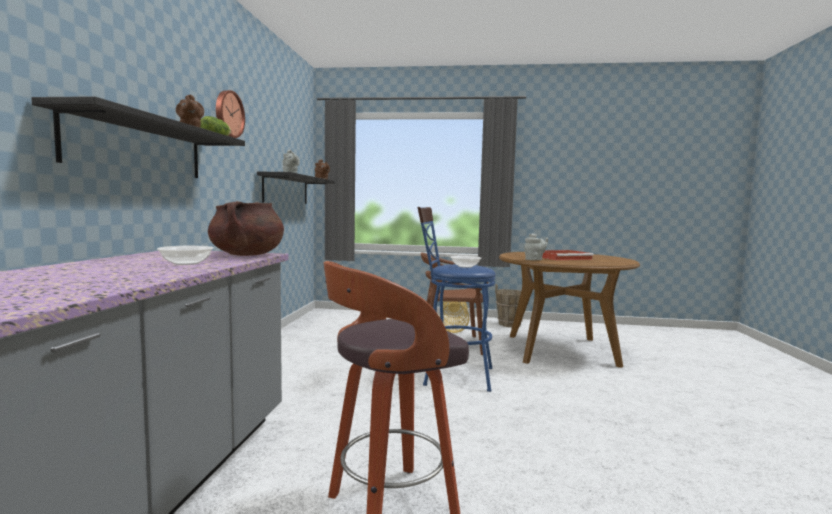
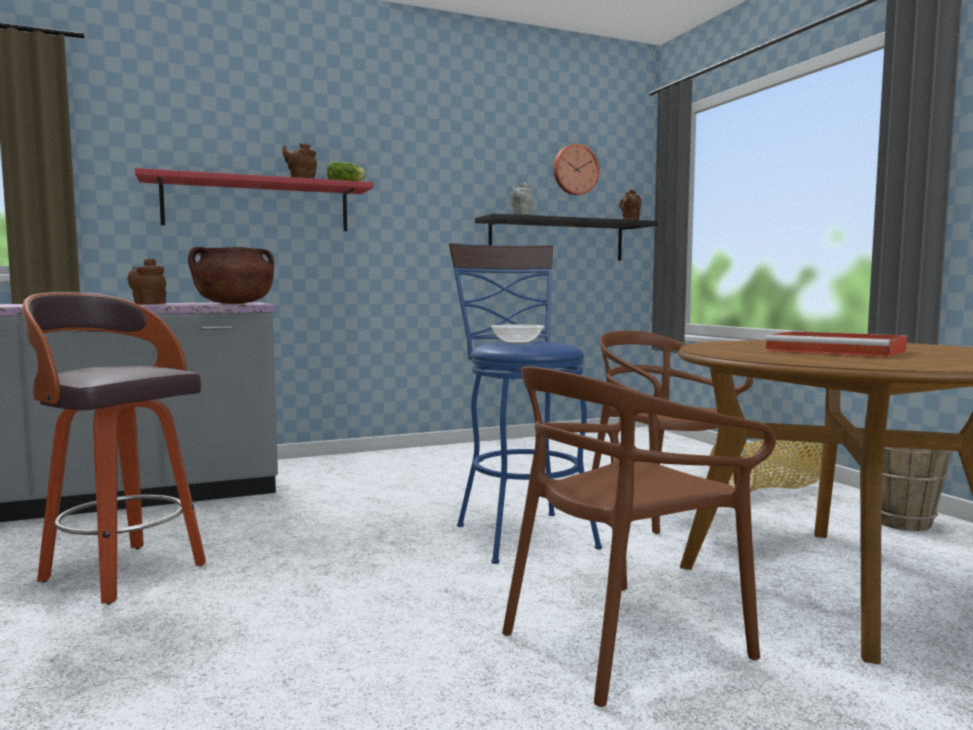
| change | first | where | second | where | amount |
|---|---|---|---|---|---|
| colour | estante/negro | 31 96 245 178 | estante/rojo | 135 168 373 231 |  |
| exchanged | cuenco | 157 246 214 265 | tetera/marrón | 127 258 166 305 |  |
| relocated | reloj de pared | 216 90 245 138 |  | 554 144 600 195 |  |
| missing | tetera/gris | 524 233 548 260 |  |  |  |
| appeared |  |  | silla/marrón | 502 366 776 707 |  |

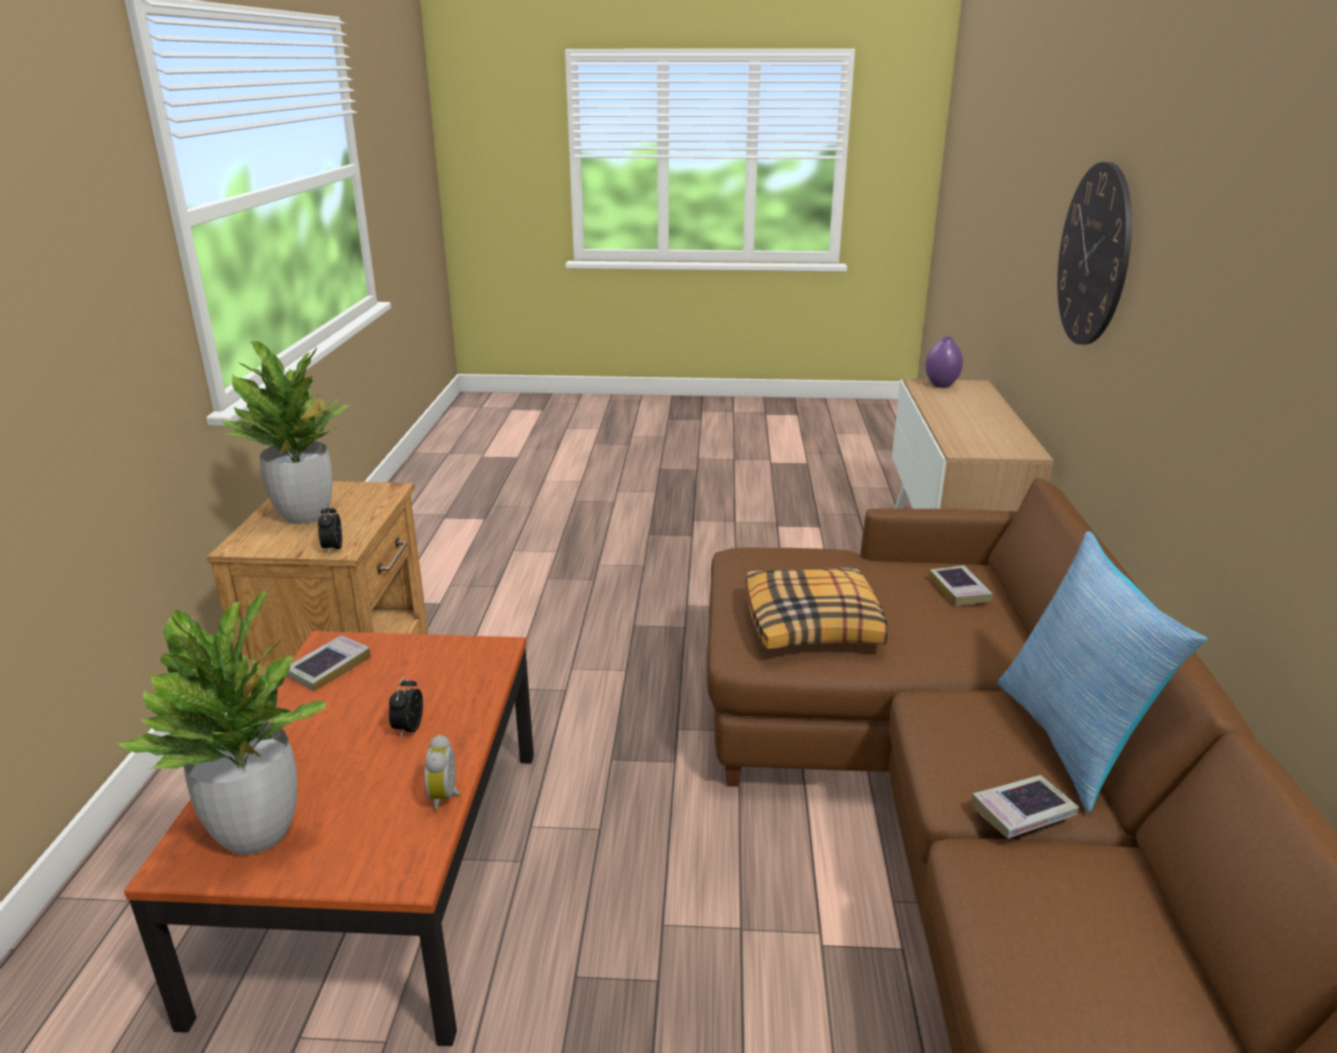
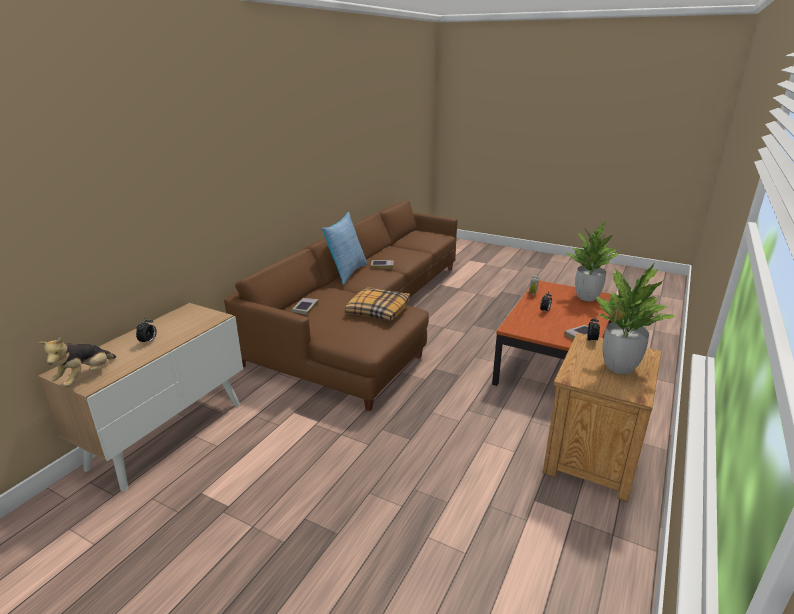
| change | first | where | second | where | amount |
|---|---|---|---|---|---|
| exchanged | florero/morado | 925 336 963 388 | peluche | 39 338 116 387 |  |
| missing | reloj de pared | 1057 162 1132 345 |  |  |  |
| appeared |  |  | despertador | 136 317 157 345 |  |

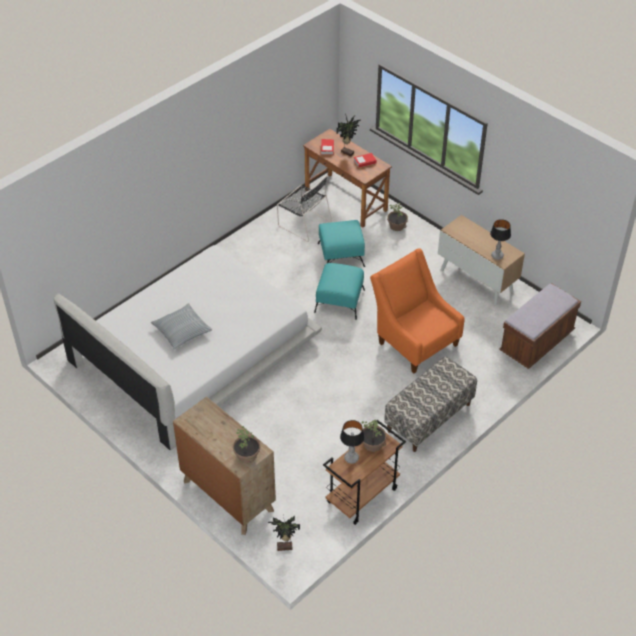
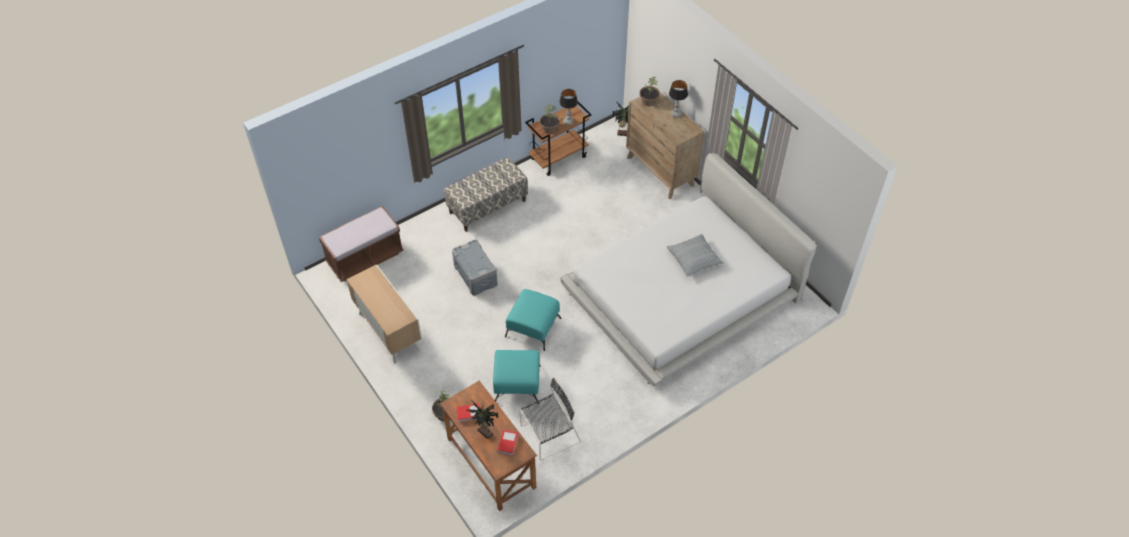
| change | first | where | second | where | amount |
|---|---|---|---|---|---|
| spun | silla/negro | 277 176 332 242 |  | 519 377 581 460 | 105 degrees clockwise |
| exchanged | sillón/naranja | 370 248 464 373 | caja de almacenaje/gris | 452 239 498 296 |  |
| relocated | lámpara de mesa | 490 219 511 260 |  | 669 80 688 118 |  |

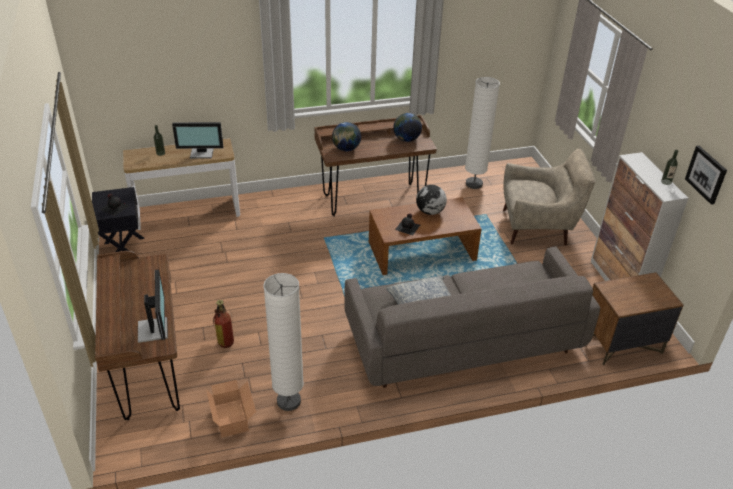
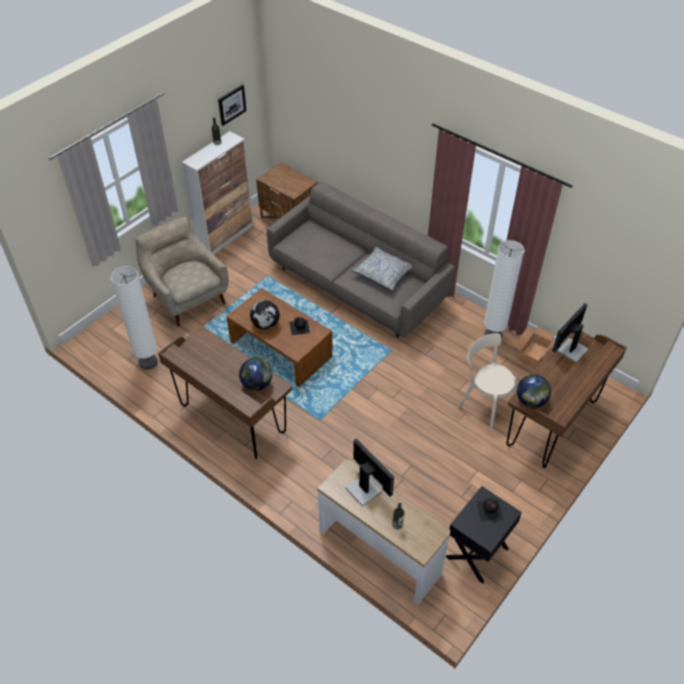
| change | first | where | second | where | amount |
|---|---|---|---|---|---|
| exchanged | extintor | 213 300 234 348 | silla/beis | 457 333 517 430 |  |
| relocated | globo terráqueo | 393 113 422 142 |  | 517 374 551 408 |  |

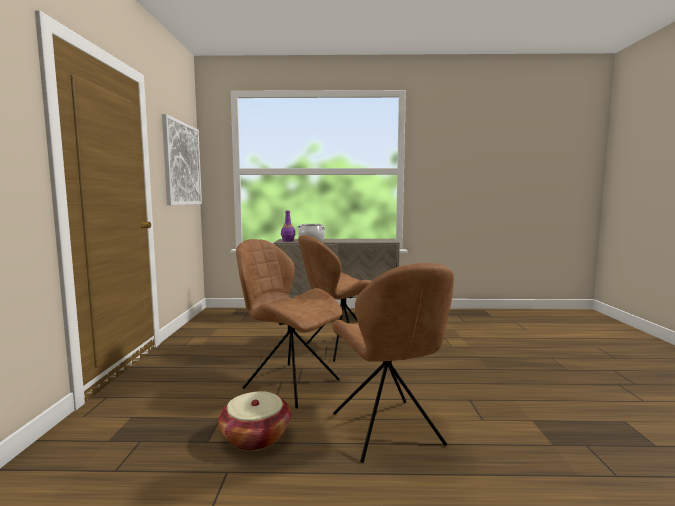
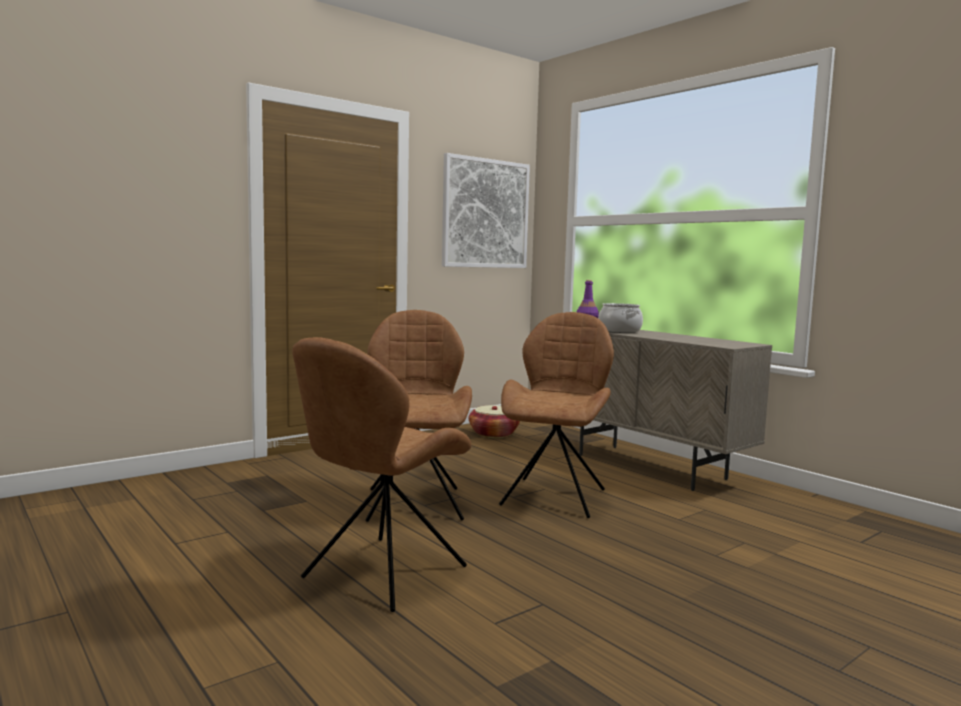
| change | first | where | second | where | amount |
|---|---|---|---|---|---|
| relocated | cesta | 218 391 291 451 |  | 468 405 520 438 |  |
| spun | silla/marrón | 298 235 372 362 |  | 499 312 614 518 | 90 degrees clockwise |

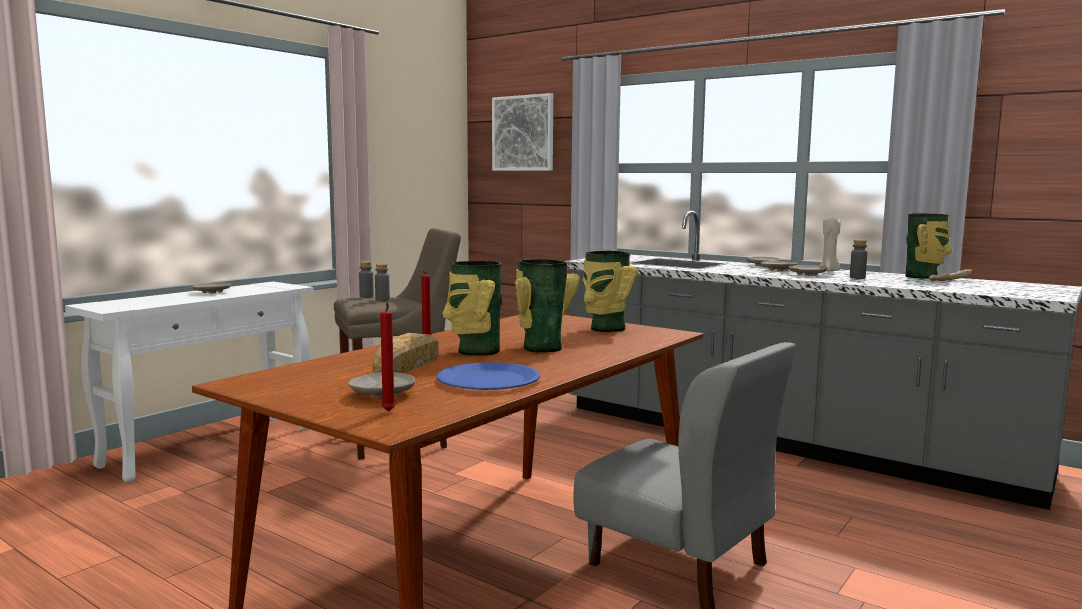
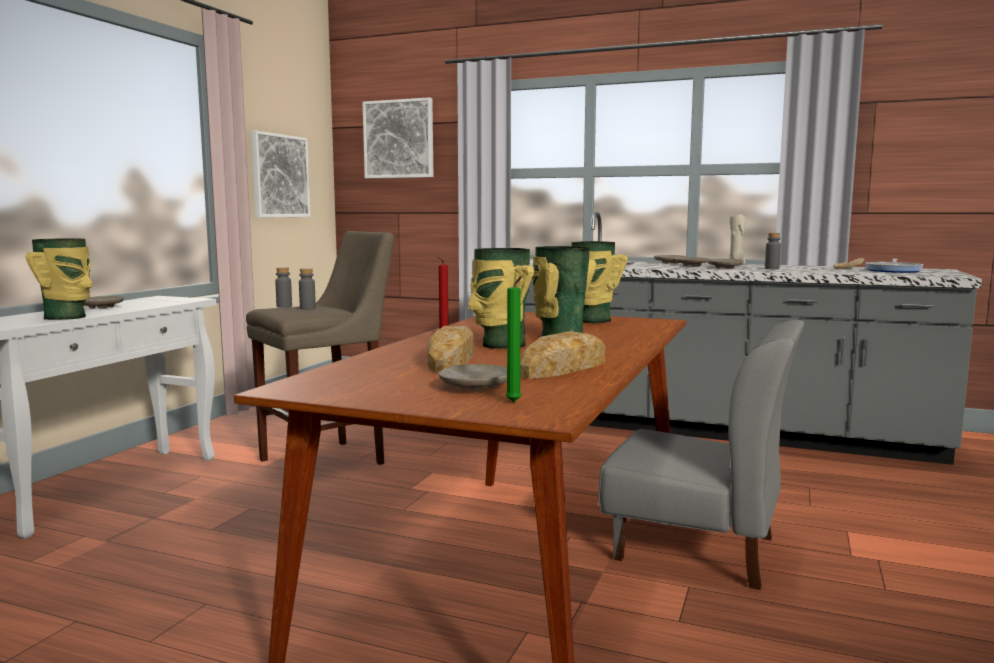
| change | first | where | second | where | amount |
|---|---|---|---|---|---|
| colour | vela/rojo | 380 303 396 411 | vela/verde | 506 276 522 402 |  |
| exchanged | plato/azul | 437 362 540 390 | pan | 520 331 605 379 |  |
| relocated | florero | 905 213 952 279 |  | 25 238 93 320 |  |
| appeared |  |  | cuadro | 251 131 311 218 |  |
| appeared |  |  | sartén | 865 259 923 273 |  |

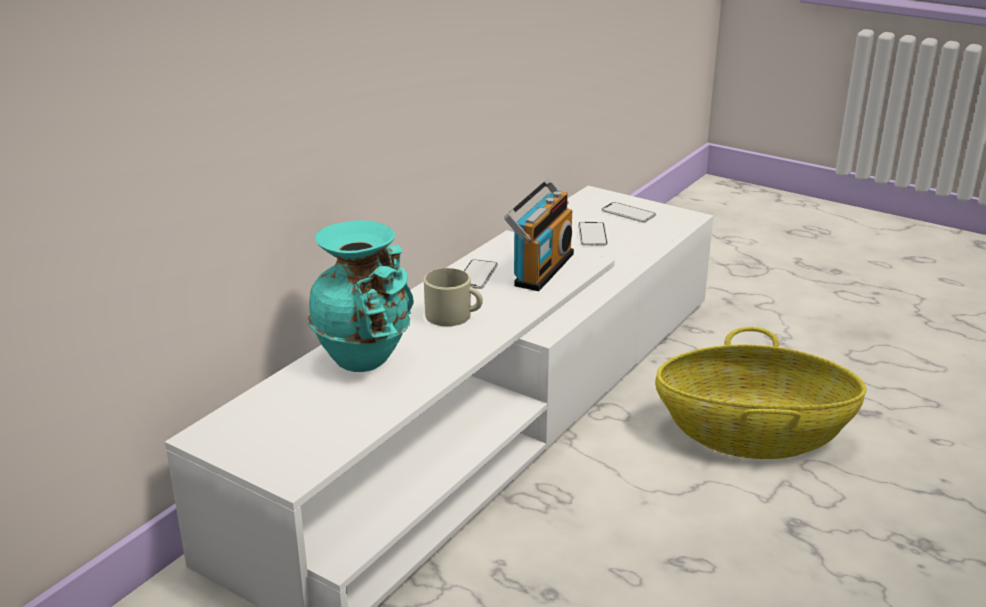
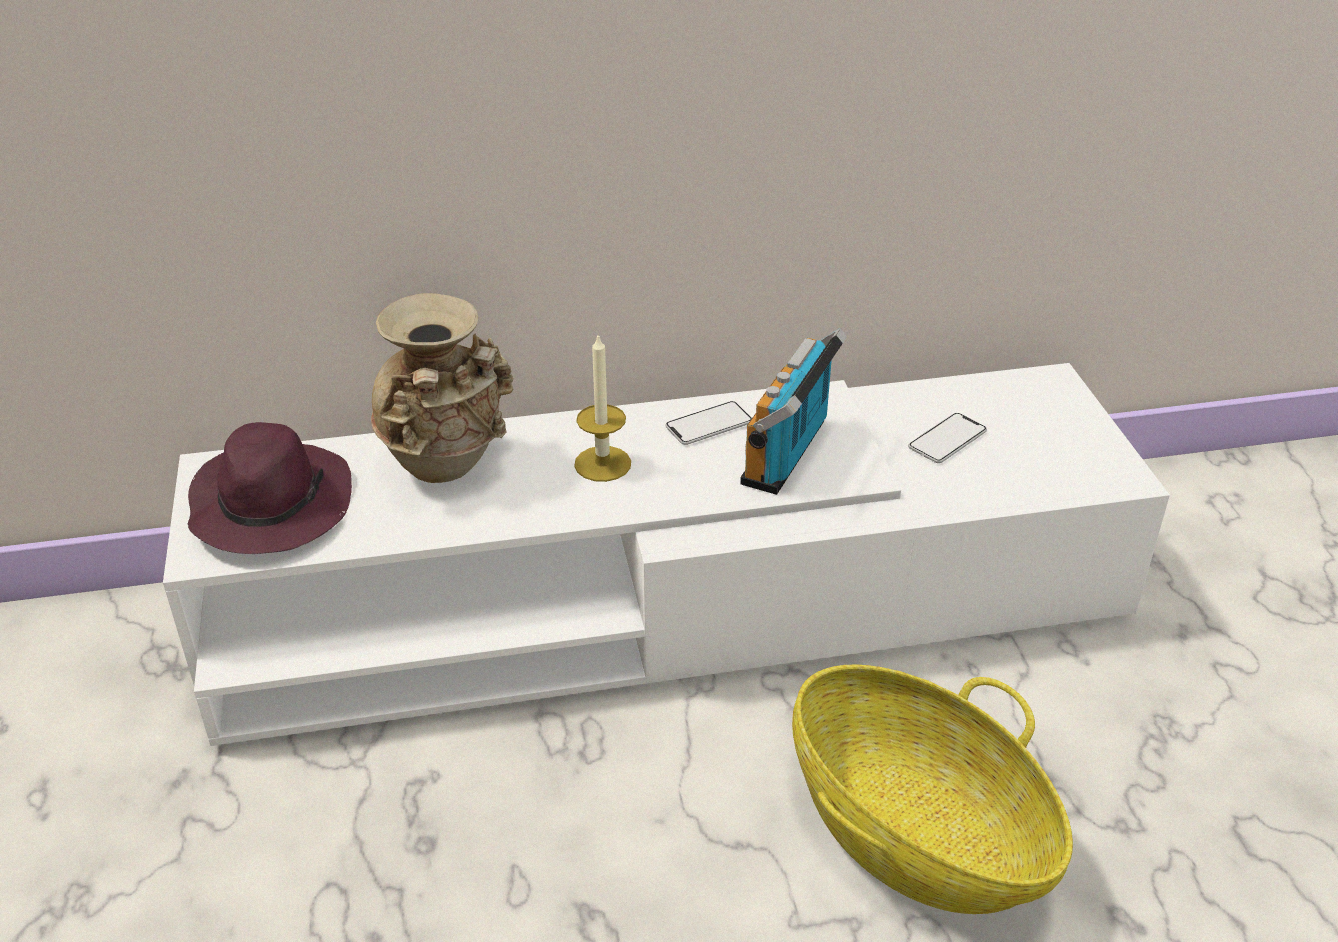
| change | first | where | second | where | amount |
|---|---|---|---|---|---|
| colour | florero/turquesa | 307 220 414 372 | florero/beis | 371 293 514 483 |  |
| exchanged | taza grande/beis | 424 268 483 326 | vela | 574 333 631 482 |  |
| spun | radio | 504 179 574 291 |  | 740 328 847 495 | 135 degrees clockwise |
| missing | móvil | 601 202 656 222 |  |  |  |
| appeared |  |  | sombrero/morado | 188 422 352 554 |  |

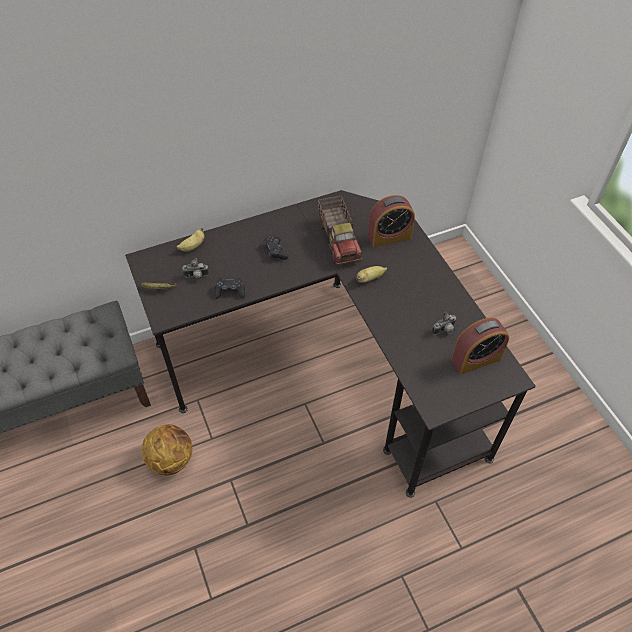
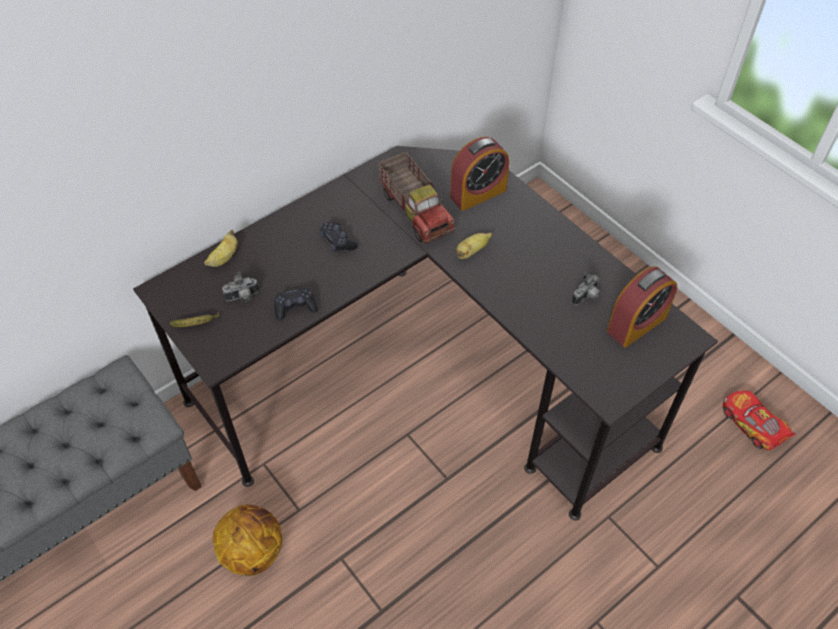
| change | first | where | second | where | amount |
|---|---|---|---|---|---|
| appeared |  |  | coche de juguete | 723 390 796 450 |  |

